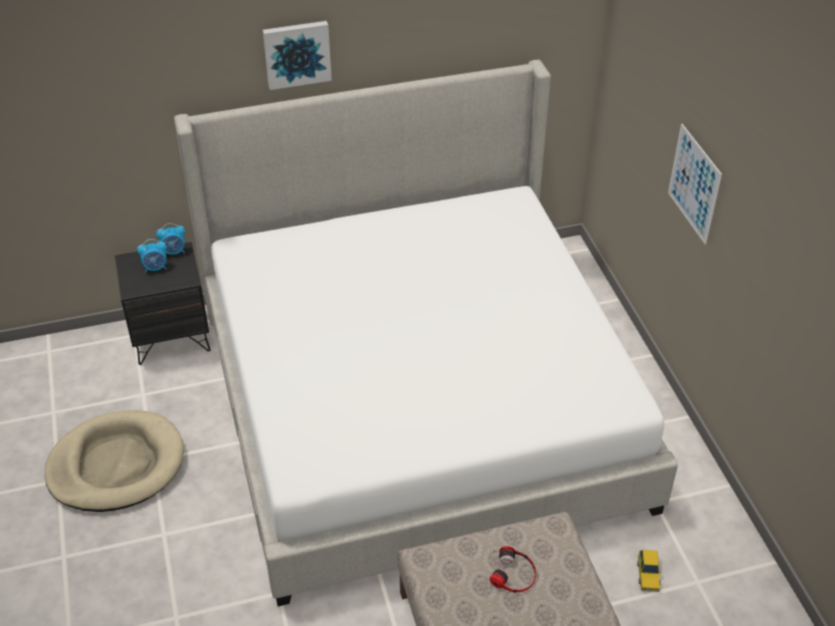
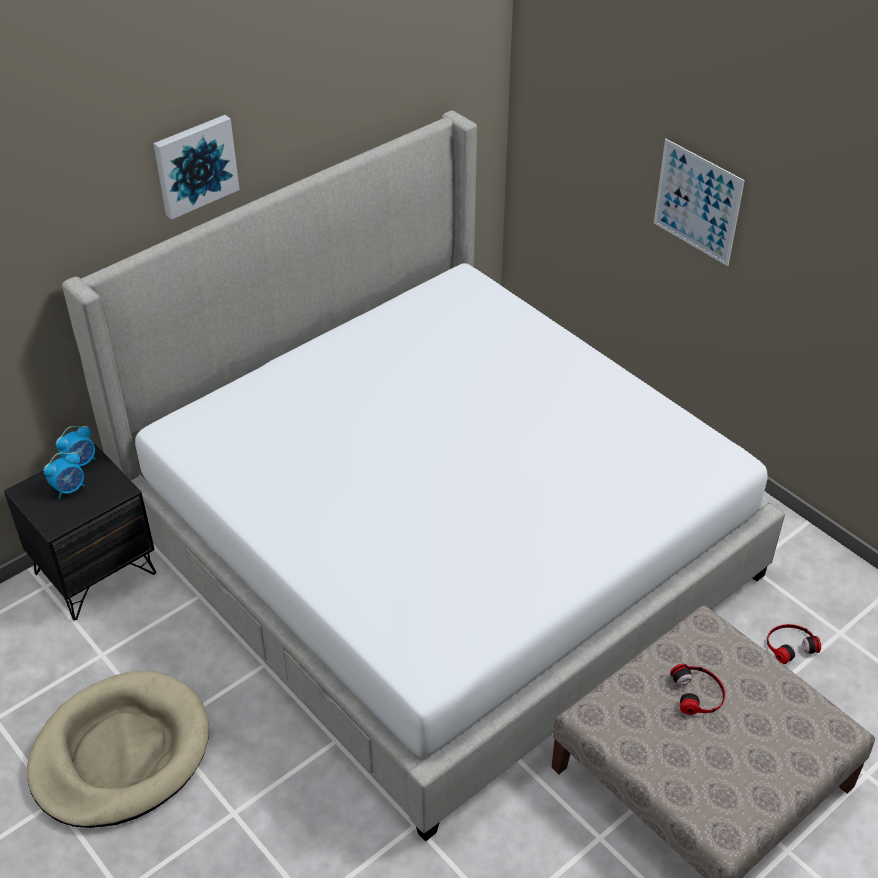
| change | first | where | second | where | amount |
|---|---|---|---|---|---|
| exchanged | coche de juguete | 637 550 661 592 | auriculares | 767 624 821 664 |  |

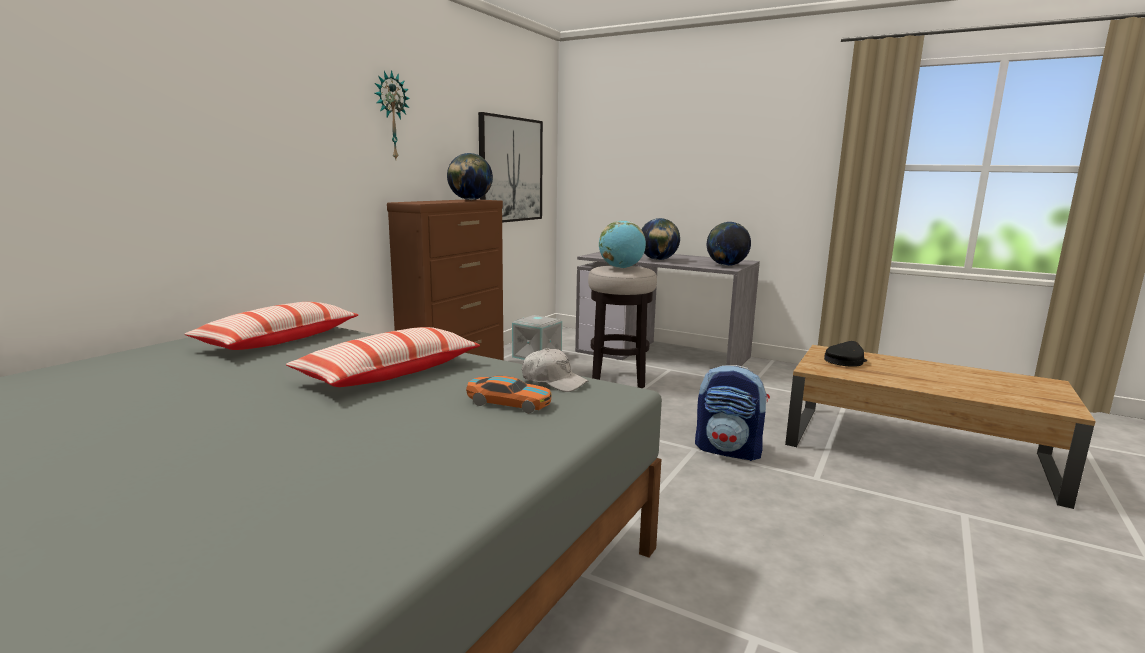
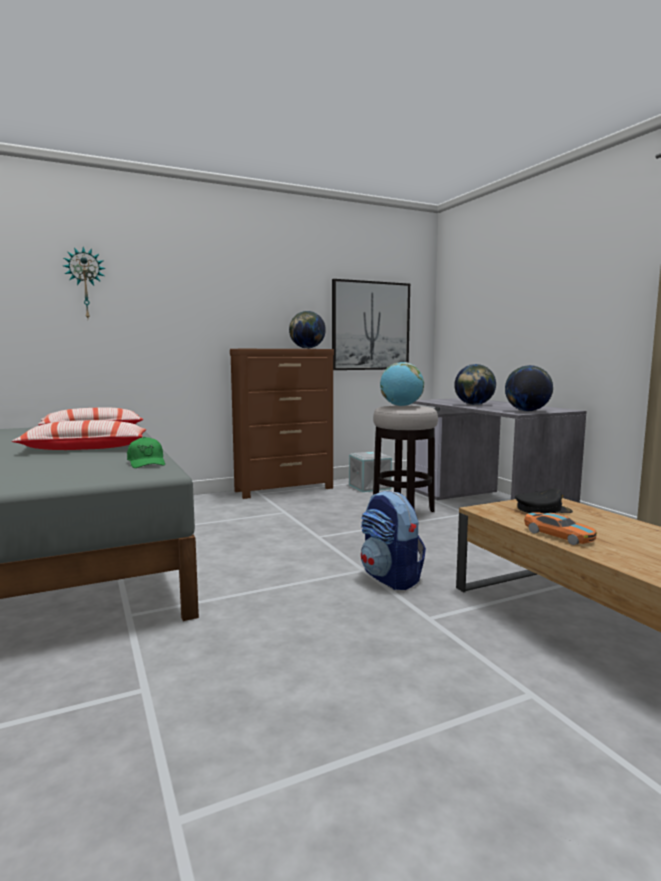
| change | first | where | second | where | amount |
|---|---|---|---|---|---|
| relocated | reloj de pared | 375 70 410 159 |  | 63 247 106 318 |  |
| relocated | coche de juguete | 466 376 552 413 |  | 524 512 597 545 |  |
| colour | gorra/blanco | 522 348 588 392 | gorra/verde | 127 437 165 468 |  |

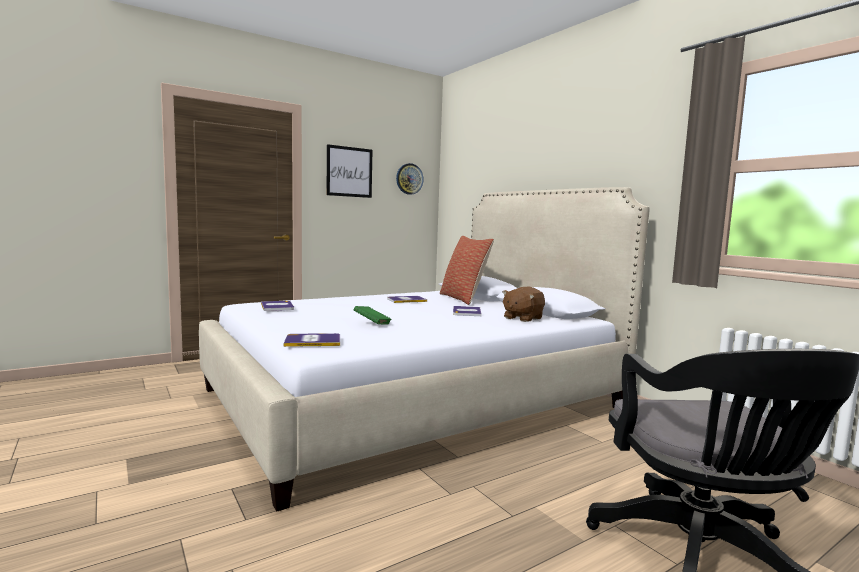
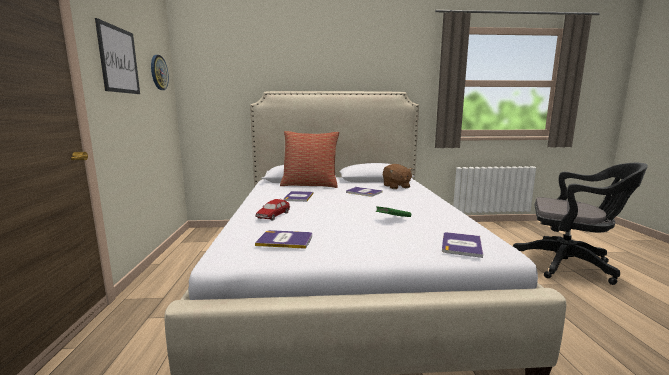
| change | first | where | second | where | amount |
|---|---|---|---|---|---|
| appeared |  |  | coche de juguete | 255 199 290 220 |  |

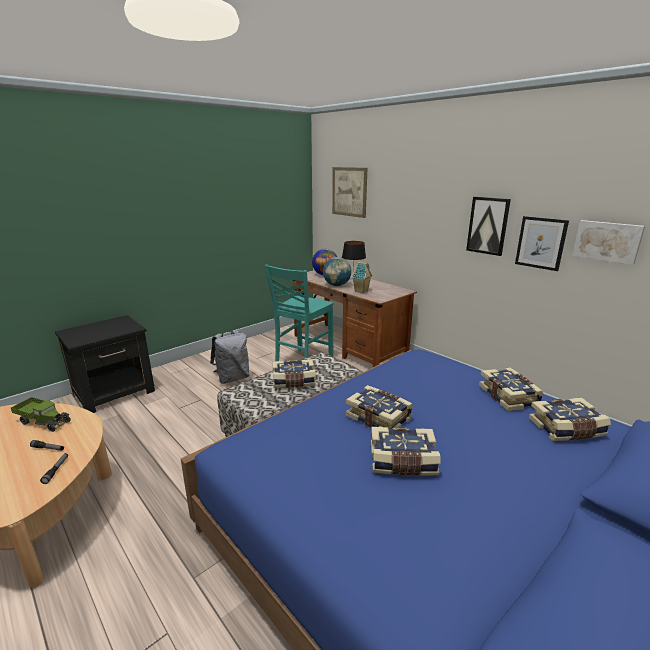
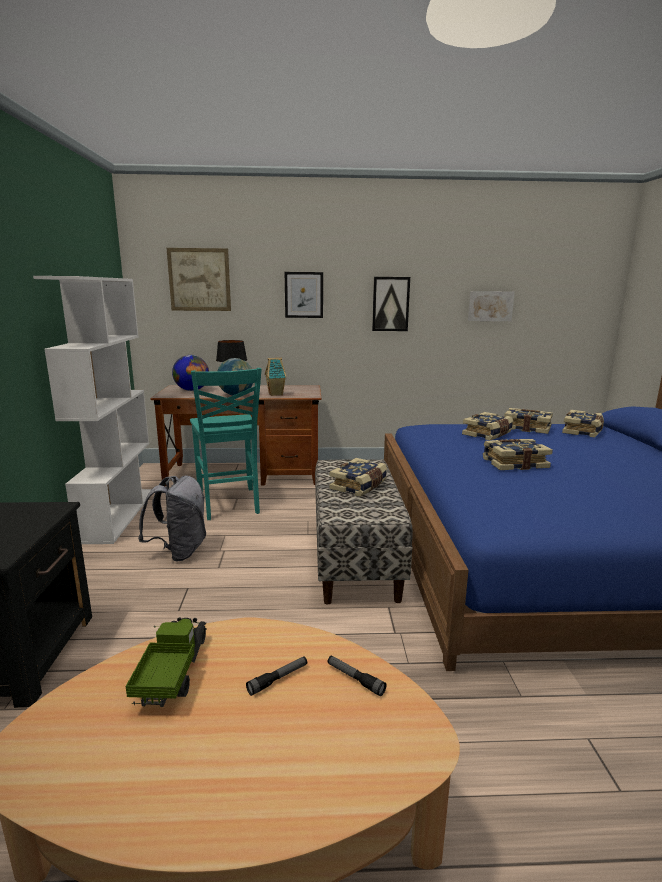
| change | first | where | second | where | amount |
|---|---|---|---|---|---|
| spun | camión de juguete | 11 397 70 432 |  | 126 617 207 707 | 60 degrees counterclockwise |
| relocated | libro | 371 427 441 476 |  | 462 412 513 440 |  |
| relocated | cuadro | 515 216 569 271 |  | 285 272 323 318 |  |
| appeared |  |  | estantería/blanco | 33 276 152 544 |  |

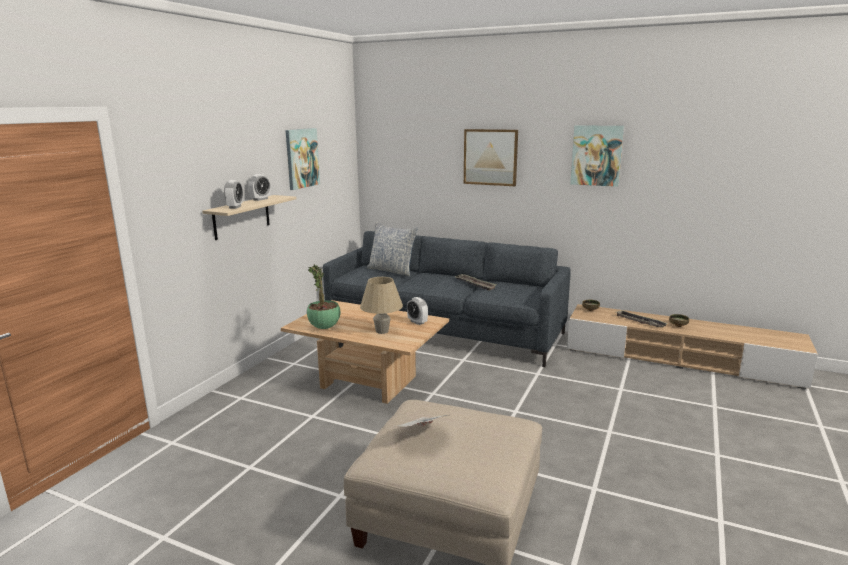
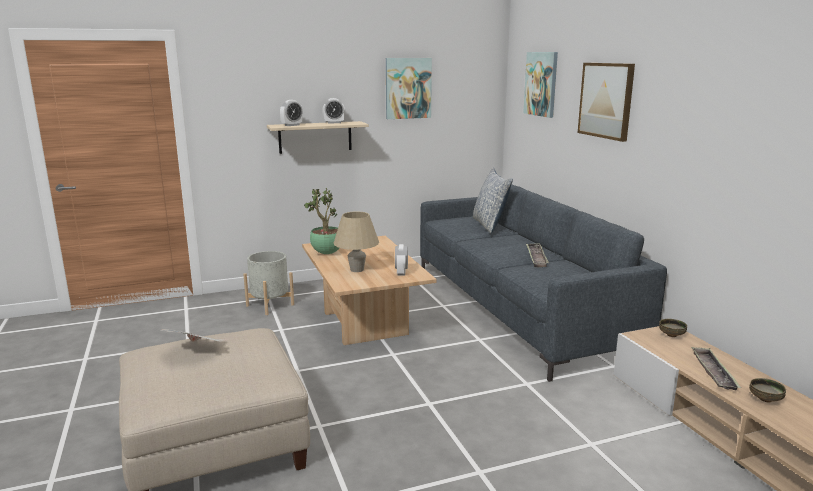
| change | first | where | second | where | amount |
|---|---|---|---|---|---|
| relocated | cuadro | 570 125 624 187 |  | 523 52 558 118 |  |
| appeared |  |  | maceta/gris | 243 251 294 315 |  |

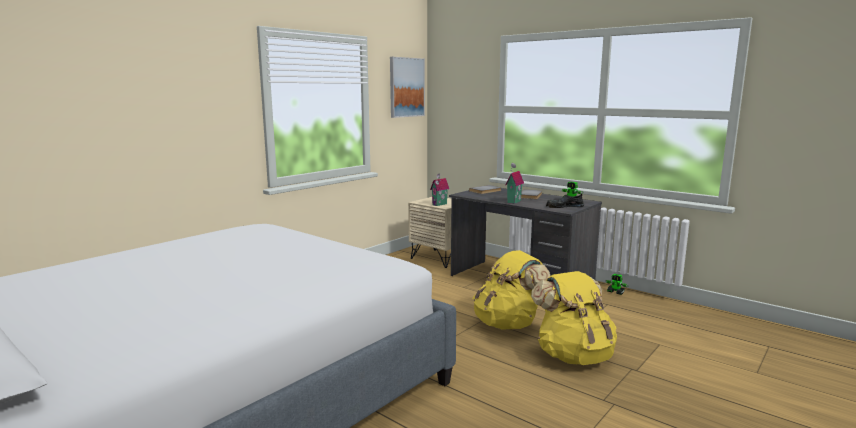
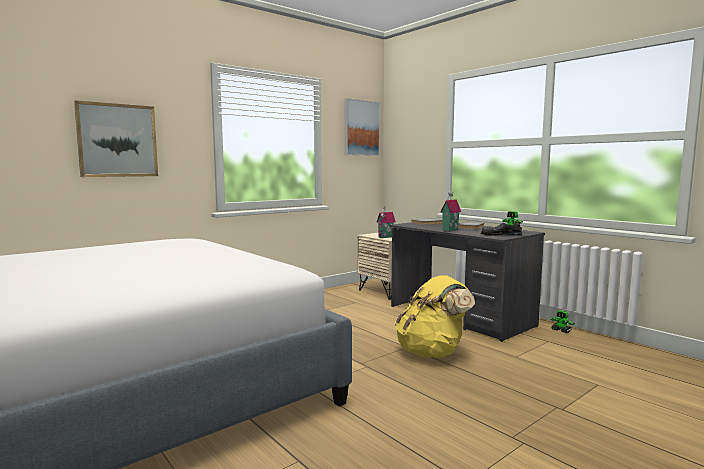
| change | first | where | second | where | amount |
|---|---|---|---|---|---|
| missing | mochila/amarillo | 531 271 617 365 |  |  |  |
| appeared |  |  | cuadro | 74 100 158 177 |  |

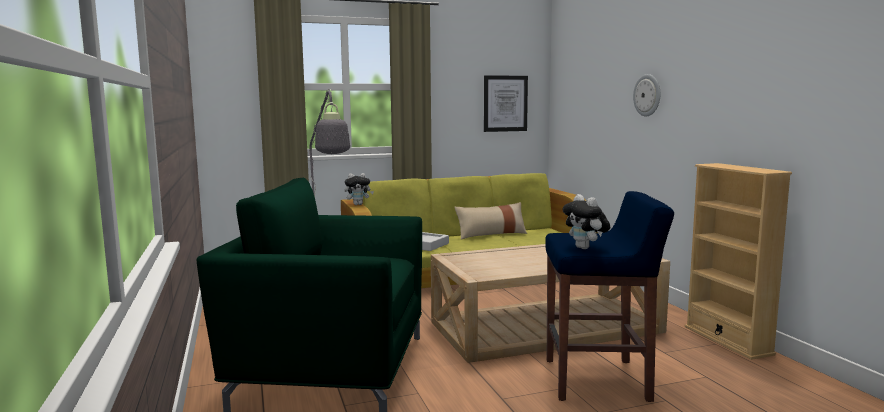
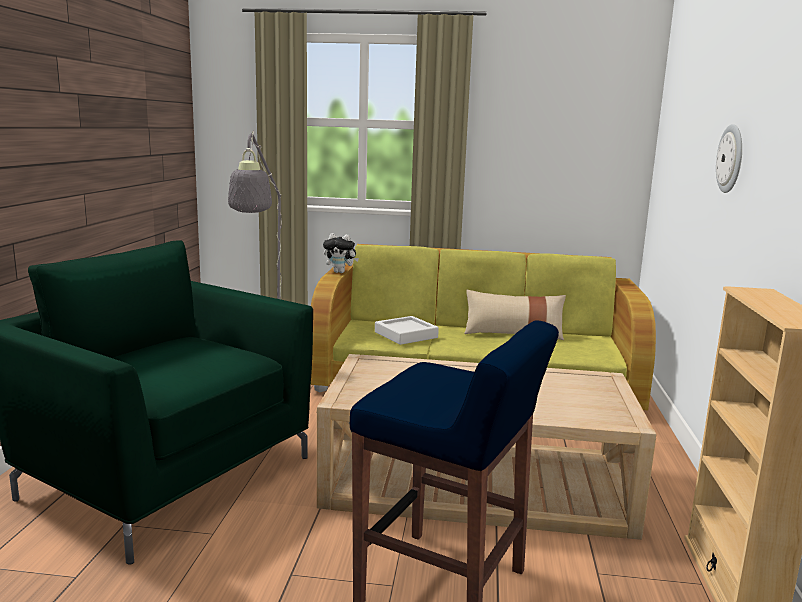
| change | first | where | second | where | amount |
|---|---|---|---|---|---|
| missing | cuadro | 484 75 528 132 |  |  |  |
| missing | peluche | 562 194 610 249 |  |  |  |

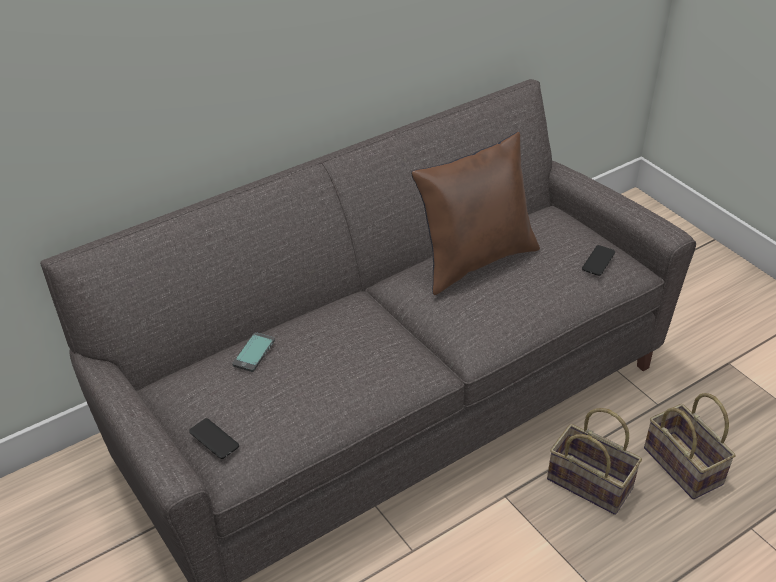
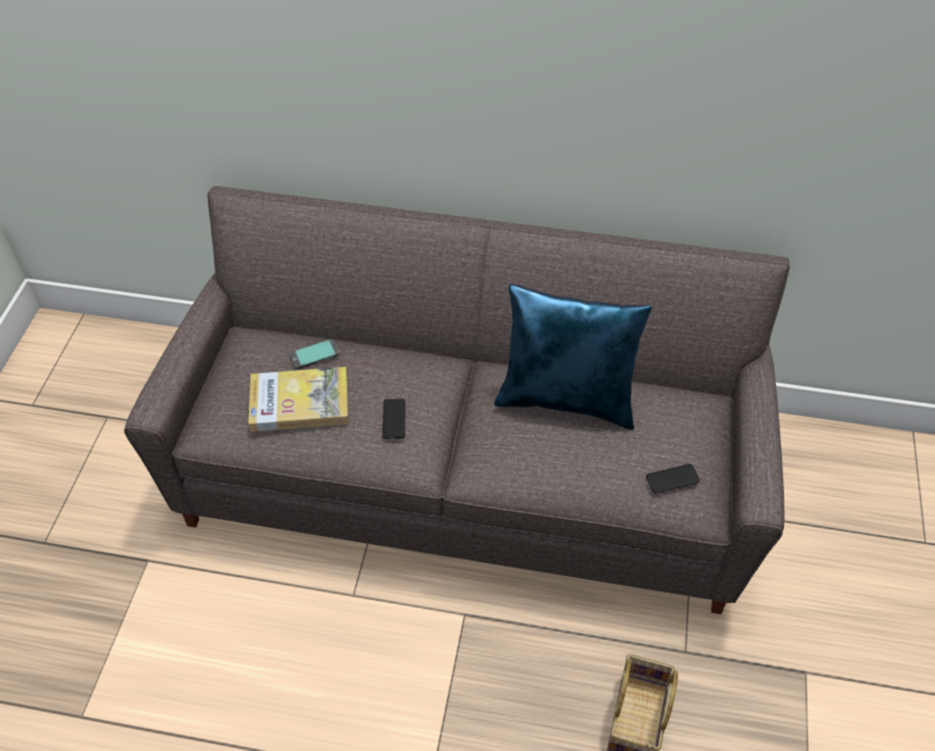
| change | first | where | second | where | amount |
|---|---|---|---|---|---|
| relocated | móvil | 189 418 239 459 |  | 383 399 406 439 |  |
| colour | cojín/marrón | 411 132 540 295 | cojín/azul | 494 284 652 430 |  |
| missing | cesta | 547 408 642 515 |  |  |  |
| appeared |  |  | libro | 248 367 349 432 |  |

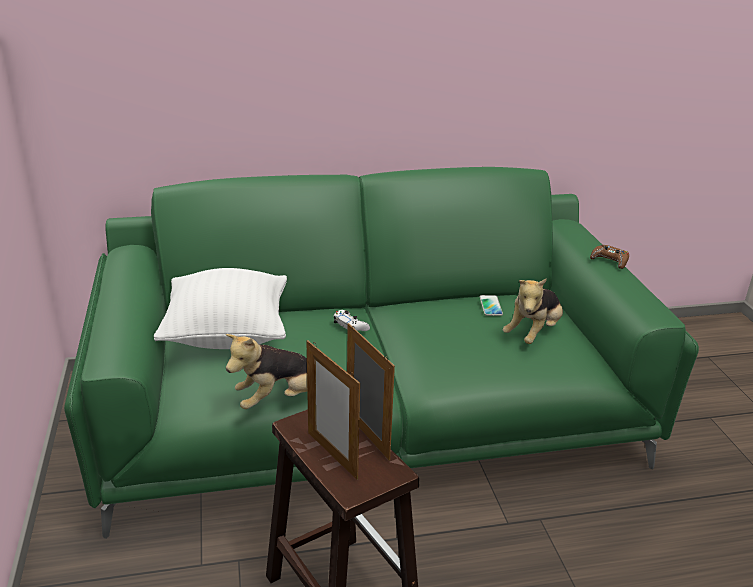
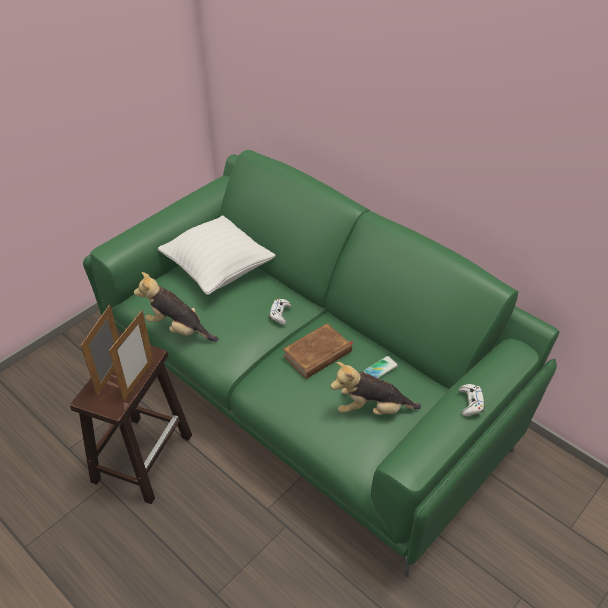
| change | first | where | second | where | amount |
|---|---|---|---|---|---|
| colour | mando de consola/marrón | 590 245 629 269 | mando de consola/blanco | 458 384 485 416 |  |
| appeared |  |  | libro/marrón | 283 323 354 379 |  |

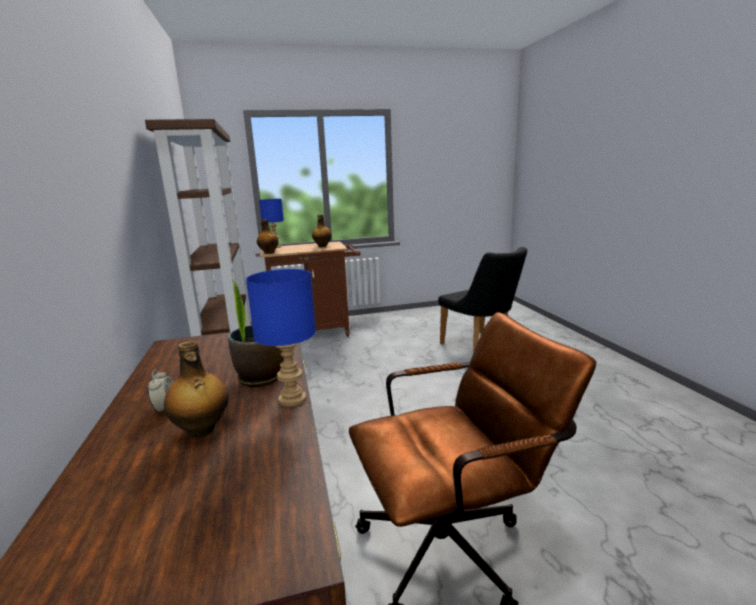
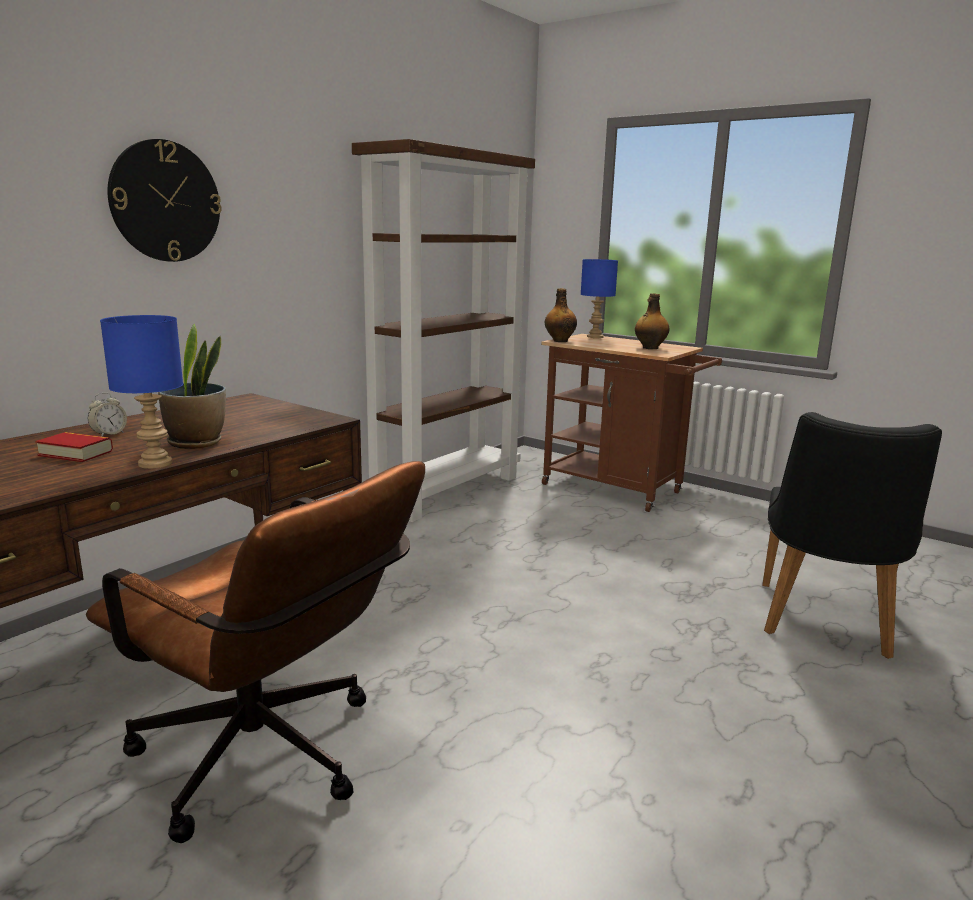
| change | first | where | second | where | amount |
|---|---|---|---|---|---|
| exchanged | botella | 164 341 229 438 | libro | 35 432 113 462 |  |
| appeared |  |  | reloj de pared | 108 139 222 262 |  |

